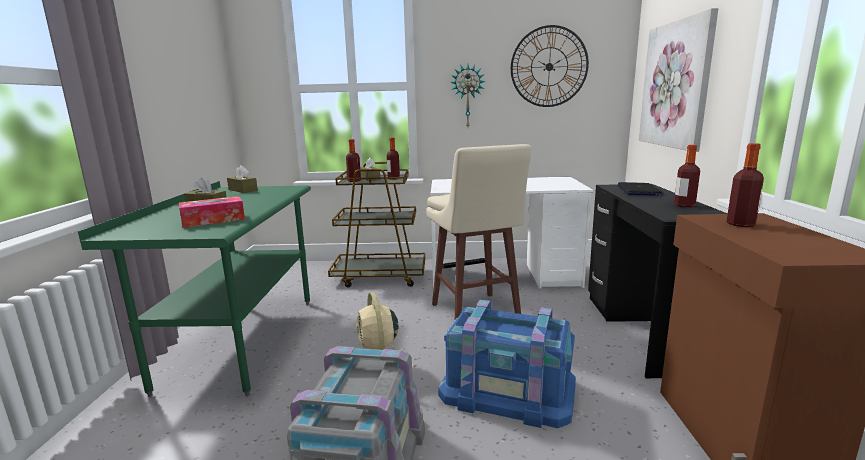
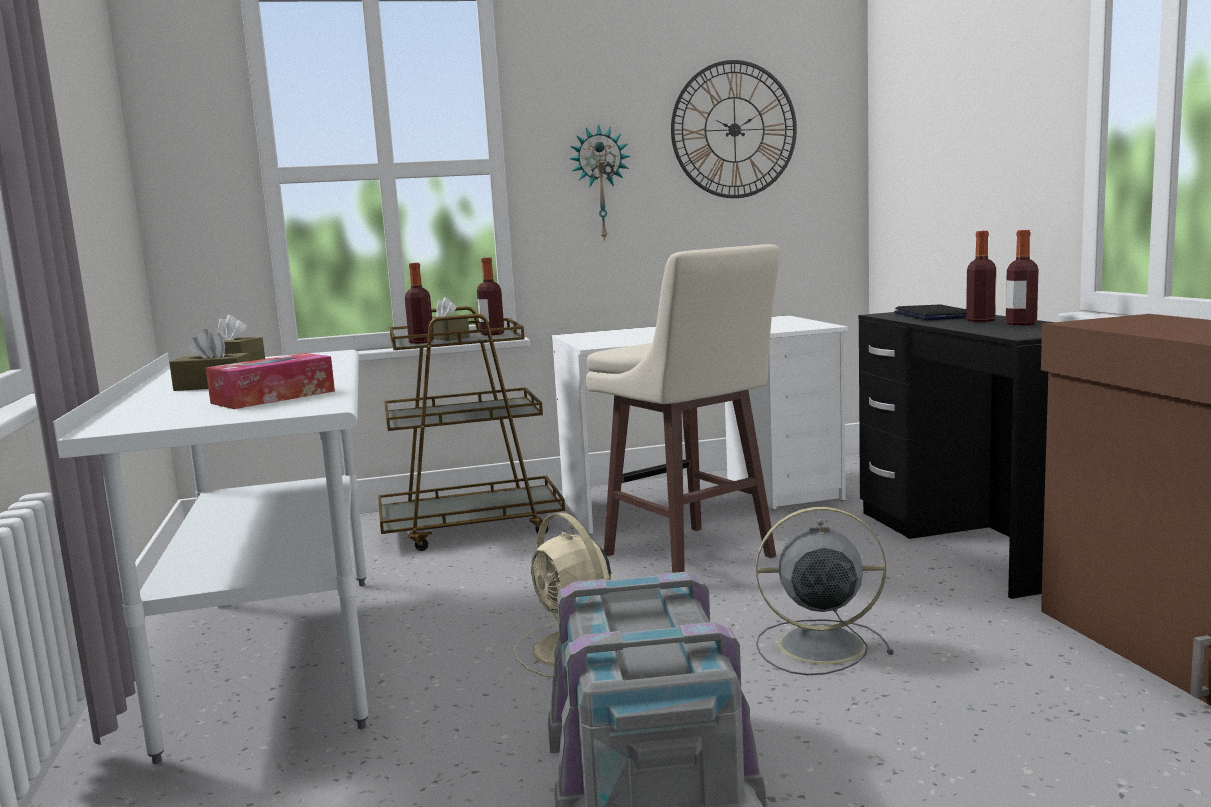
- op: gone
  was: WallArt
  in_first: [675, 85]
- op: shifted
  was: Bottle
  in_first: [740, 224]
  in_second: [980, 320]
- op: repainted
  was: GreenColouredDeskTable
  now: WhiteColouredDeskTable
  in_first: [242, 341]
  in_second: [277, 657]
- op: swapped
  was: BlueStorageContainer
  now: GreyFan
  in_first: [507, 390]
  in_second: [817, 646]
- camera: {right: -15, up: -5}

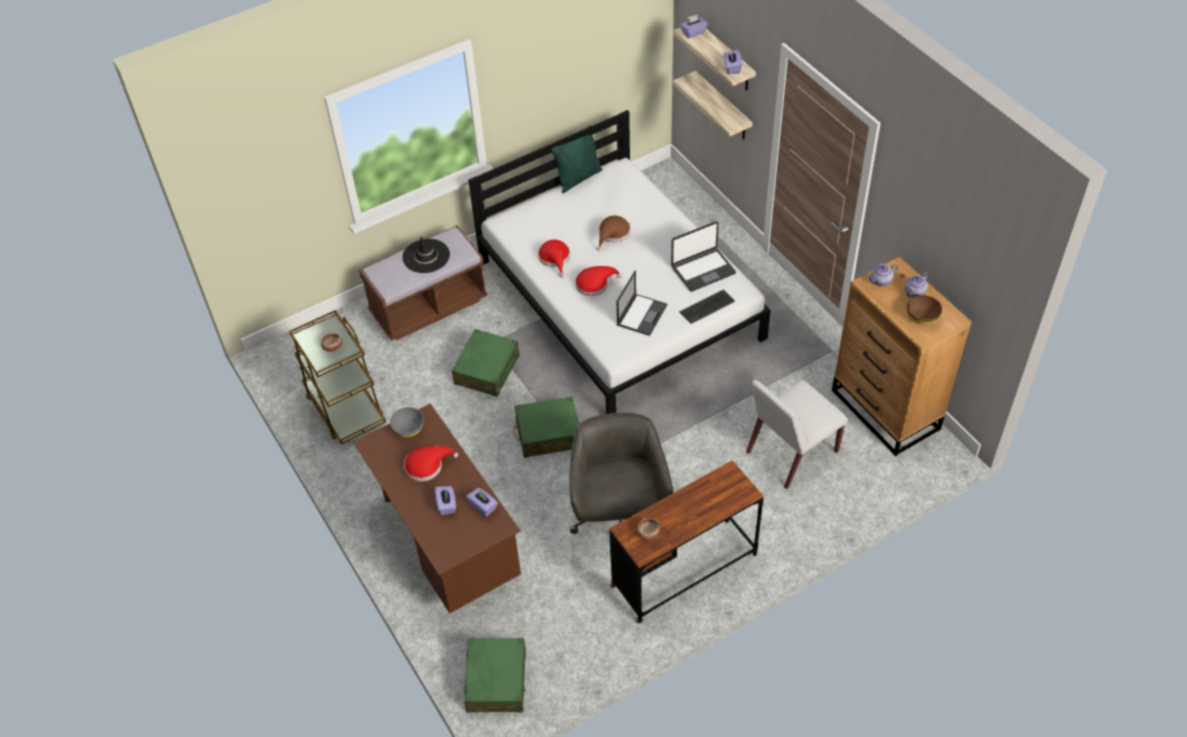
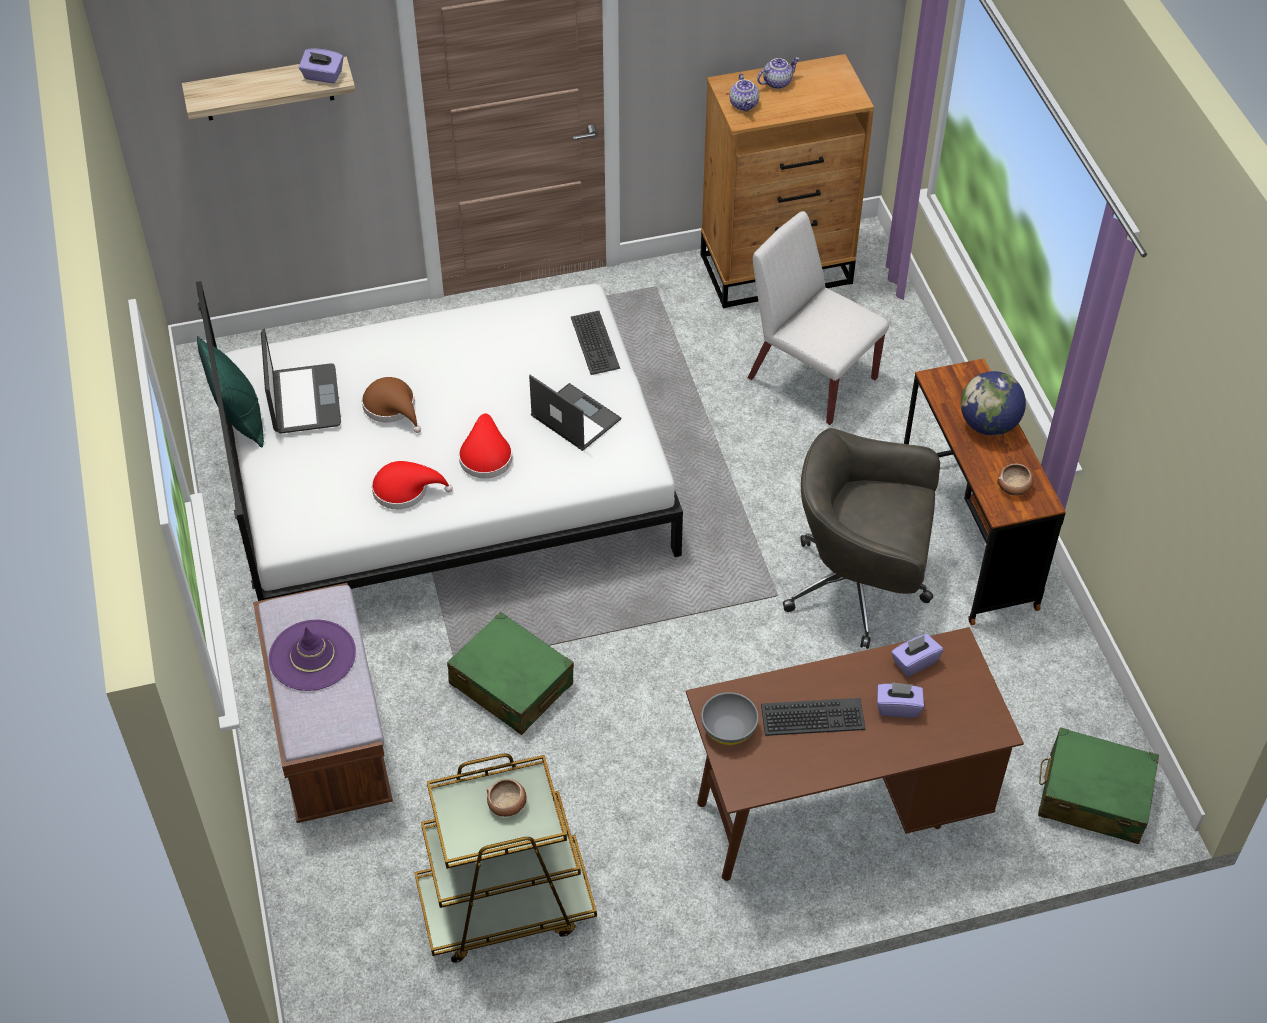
- op: gone
  was: PurpleColouredTissueBox
  in_first: [693, 32]
- op: gone
  was: WallShelf
  in_first: [722, 107]
- op: shifted
  was: PortableComputer
  in_first: [702, 270]
  in_second: [303, 400]
- op: repainted
  was: BlackClothingHat
  now: PurpleColouredClothingHat
  in_first: [426, 256]
  in_second: [312, 655]
- op: rotated
  was: TeaPot
  in_first: [915, 292]
  in_second: [777, 82]
  clockwise: -90
- op: gone
  was: BrownColouredServingBowl
  in_first: [922, 317]
- op: rotated
  was: WhiteColouredPlainChair
  in_first: [791, 452]
  in_second: [810, 377]
  clockwise: 150
- op: gone
  was: GreenColouredTravelCase
  in_first: [548, 434]
- op: swapped
  was: ReddishClothingHat
  now: PcKeyboard
  in_first: [427, 465]
  in_second: [812, 718]
- op: new
  now: Globe
  in_second: [988, 425]
- camera: {right: -75, up: 0}

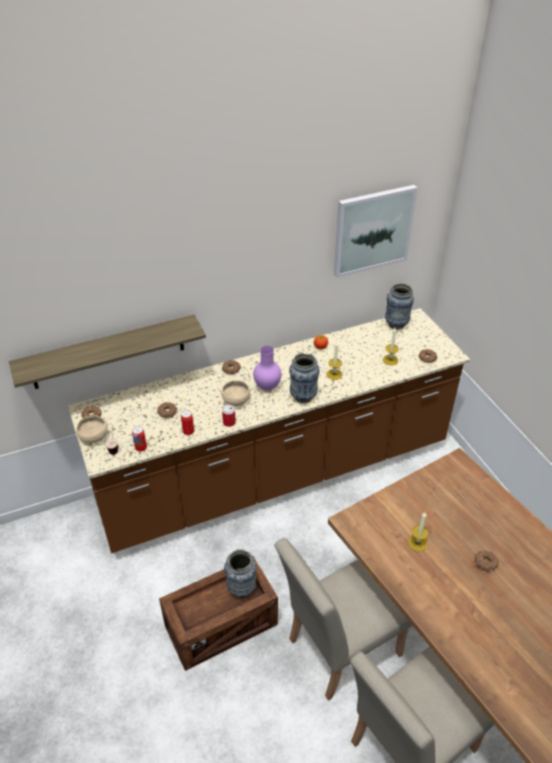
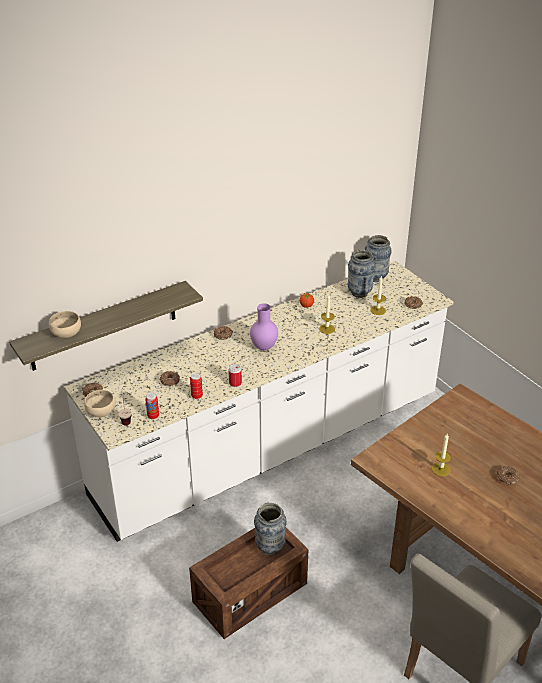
- op: gone
  was: WallArt
  in_first: [372, 230]
- op: repainted
  was: BrownColouredKitchenBaseUnit
  now: WhiteColouredKitchenBaseUnit
  in_first: [276, 475]
  in_second: [271, 447]
- op: shifted
  was: DecorativeVase
  in_first: [303, 397]
  in_second: [359, 293]
- op: shifted
  was: BeigeColouredServingBowl
  in_first: [235, 400]
  in_second: [66, 333]
- op: gone
  was: BeigeColouredPlainChair
  in_first: [337, 650]
- camera: {right: -10, up: -5}

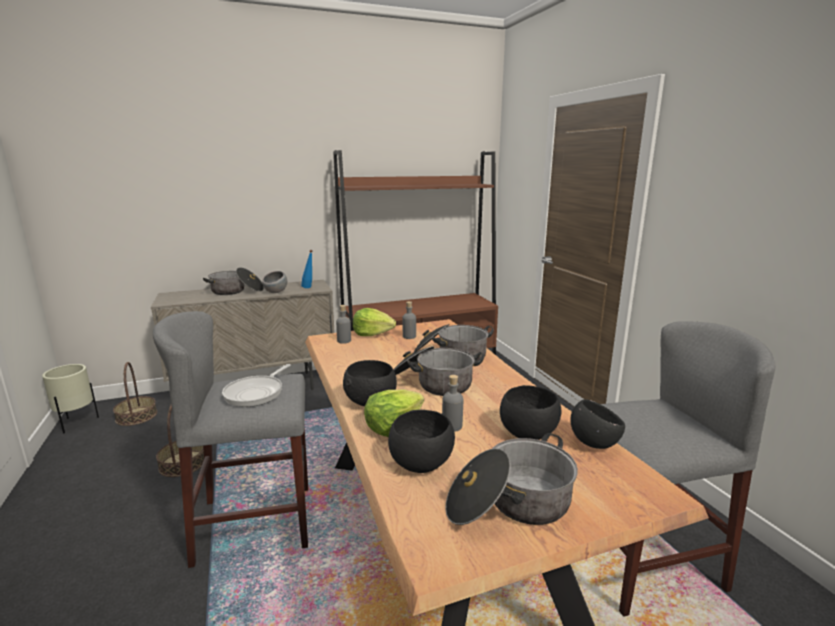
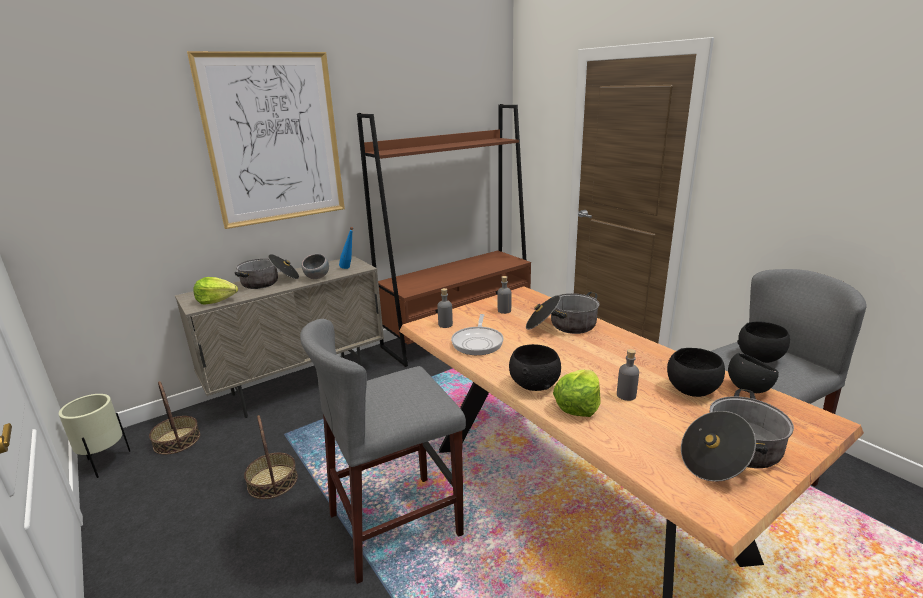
- op: shifted
  was: HeadOfLettuce
  in_first: [372, 333]
  in_second: [216, 300]
- op: gone
  was: Saucepot
  in_first: [433, 383]
- op: shifted
  was: Skillet
  in_first: [256, 393]
  in_second: [478, 342]
- op: shifted
  was: BlackServingBowl
  in_first: [420, 464]
  in_second: [759, 358]
- op: new
  now: WallArt
  in_second: [274, 139]
- camera: {right: -15, up: 5}

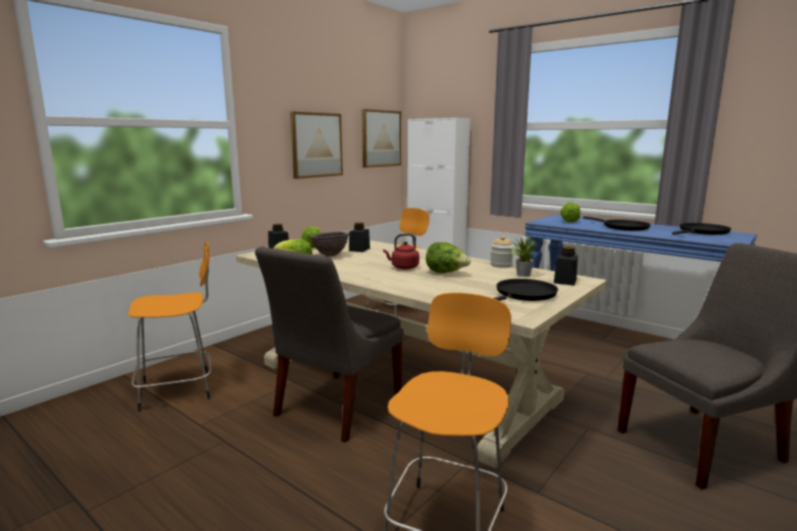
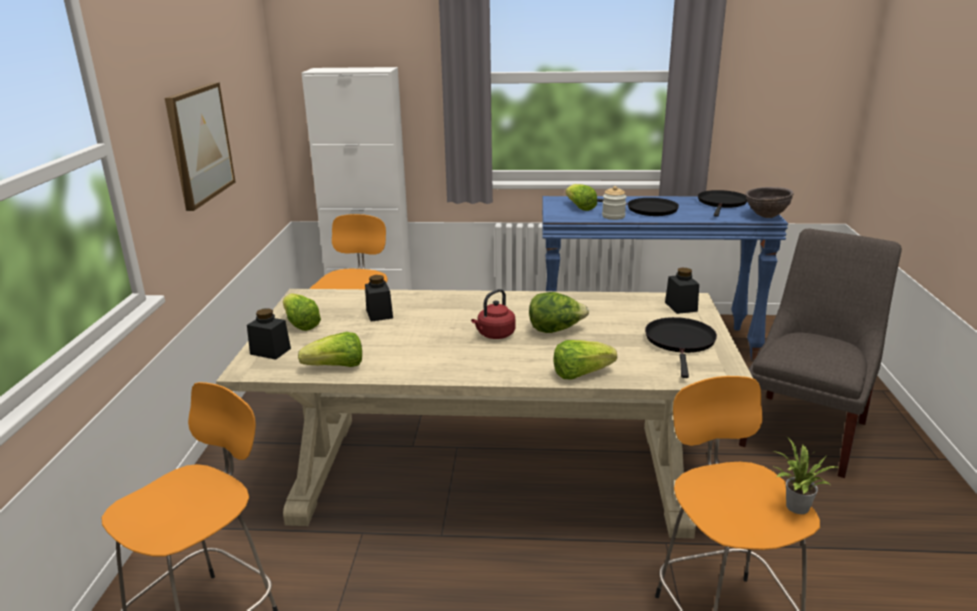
- op: gone
  was: WallArt
  in_first: [380, 138]
- op: shifted
  was: BrownColouredServingBowl
  in_first: [330, 255]
  in_second: [766, 217]
- op: shifted
  was: StorageJar
  in_first: [501, 265]
  in_second: [613, 216]
- op: shifted
  was: Houseplant
  in_first: [521, 274]
  in_second: [795, 507]
- op: gone
  was: GreyPlainChair
  in_first: [335, 407]
- op: new
  now: HeadOfLettuce
  in_second: [580, 374]
- camera: {right: -35, up: 10}

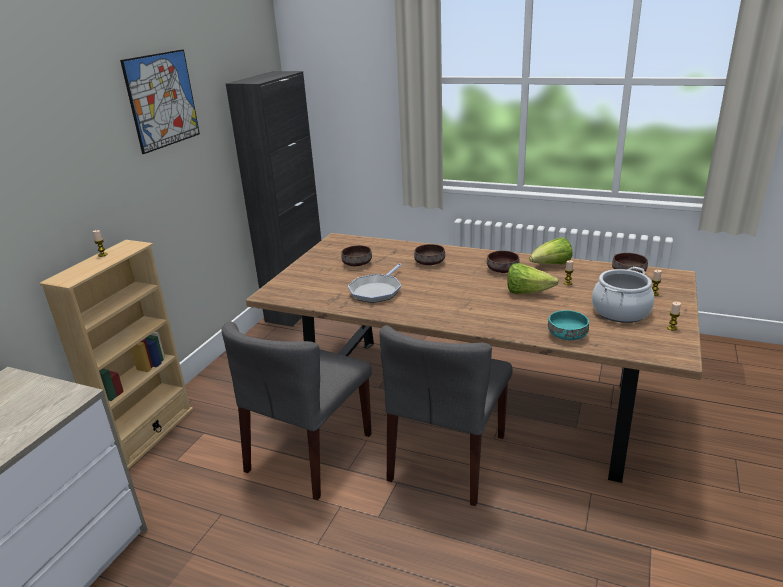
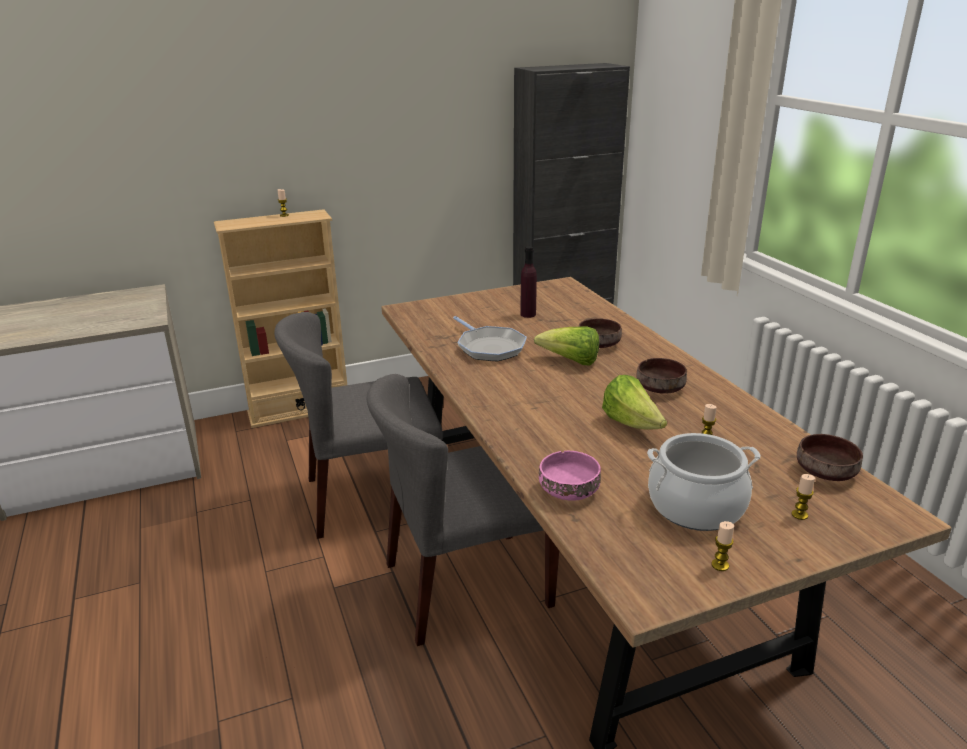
- op: gone
  was: WallArt
  in_first: [162, 100]
- op: shifted
  was: HeadOfLettuce
  in_first: [551, 265]
  in_second: [571, 361]
- op: swapped
  was: BrownColouredServingBowl
  now: PurpleColouredBottle
  in_first: [356, 263]
  in_second: [528, 314]
- op: rotated
  was: Skillet
  in_first: [376, 291]
  in_second: [489, 347]
  clockwise: -105
- op: repainted
  was: TurquoiseServingBowl
  now: PinkishServingBowl
  in_first: [568, 335]
  in_second: [568, 491]
- camera: {right: 45, up: 0}

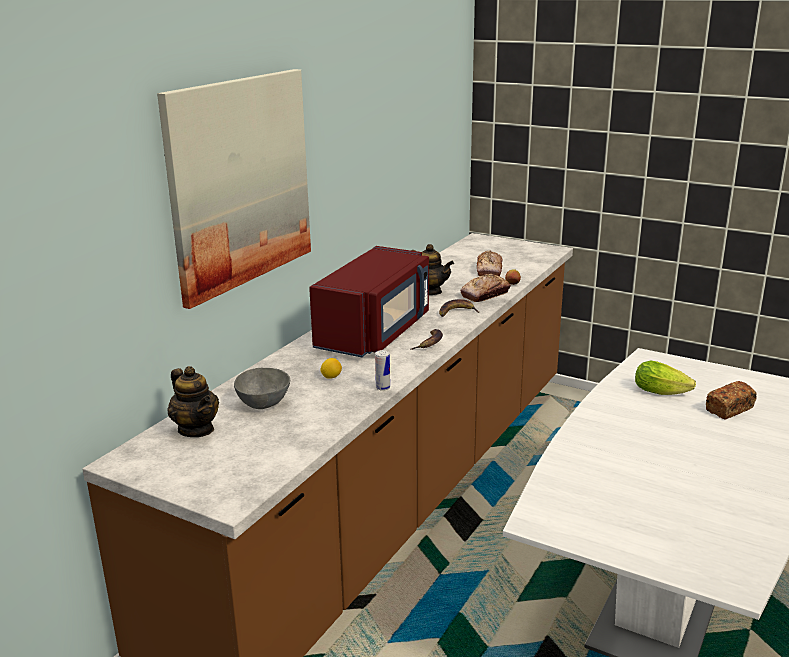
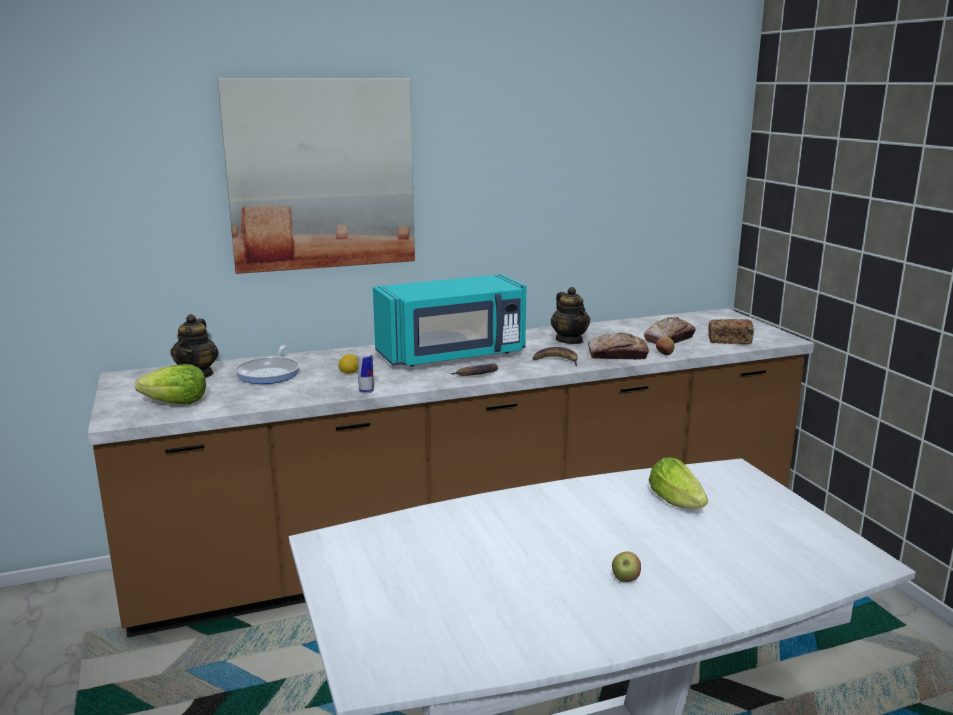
- op: repainted
  was: ReddishMicrowave
  now: TurquoiseMicrowave
  in_first: [375, 332]
  in_second: [453, 355]
- op: swapped
  was: GreyServingBowl
  now: Skillet
  in_first: [264, 403]
  in_second: [270, 373]
- op: shifted
  was: Bread
  in_first: [729, 409]
  in_second: [729, 341]
- op: new
  now: HeadOfLettuce
  in_second: [176, 403]
- op: new
  now: AppleFruit
  in_second: [625, 579]
- camera: {right: 40, up: -5}

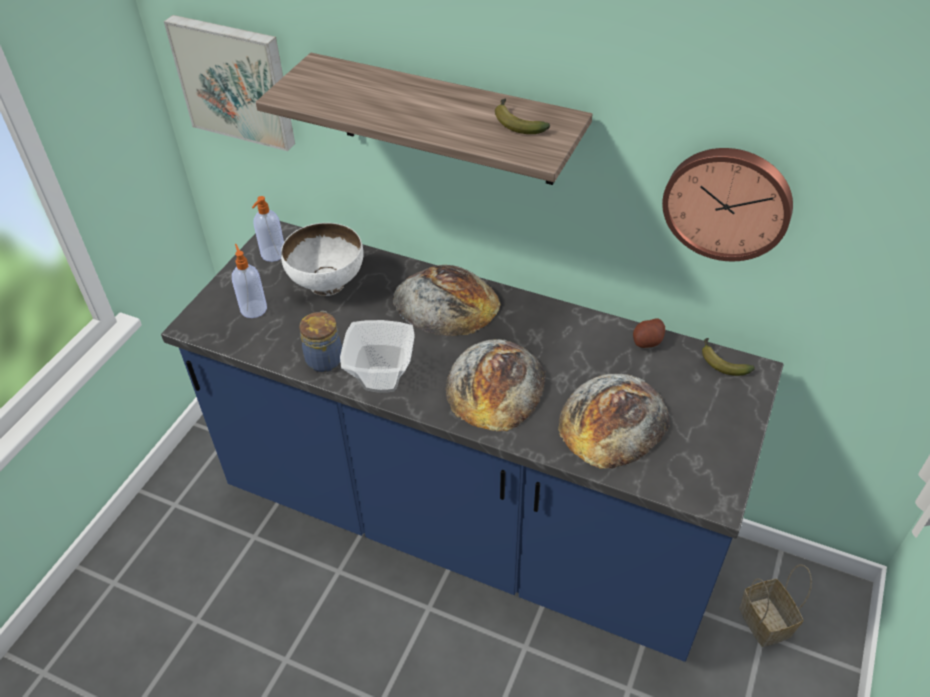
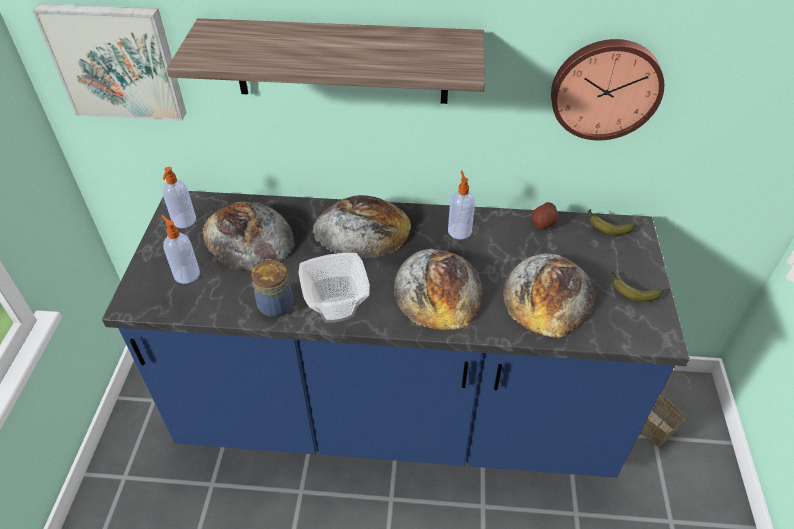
- op: shifted
  was: Banana
  in_first: [516, 123]
  in_second: [631, 291]
- op: swapped
  was: WhiteColouredServingBowl
  now: Bread
  in_first: [327, 285]
  in_second: [248, 237]
- op: new
  now: SoapBottle
  in_second: [459, 230]
- camera: {right: -20, up: 0}

